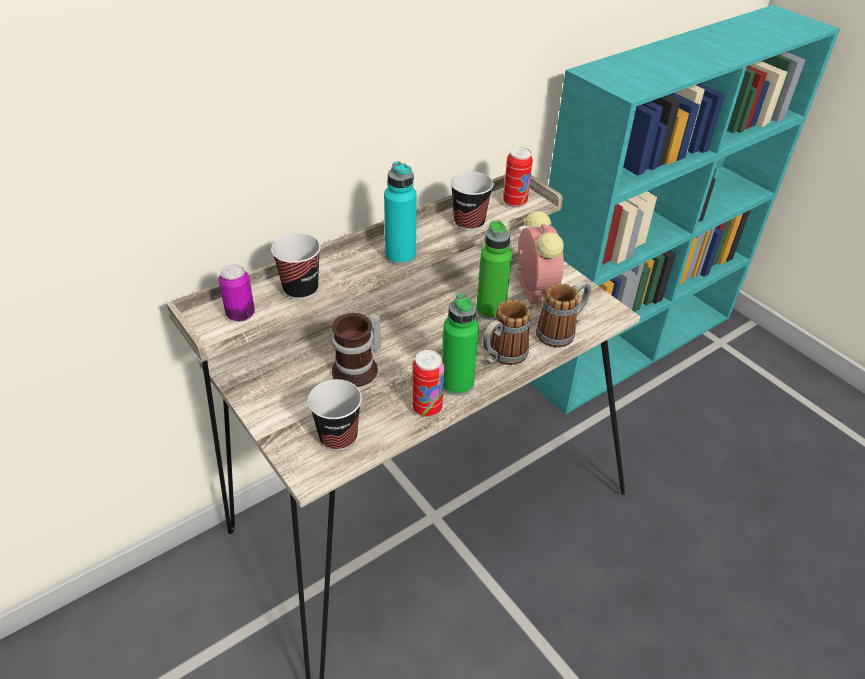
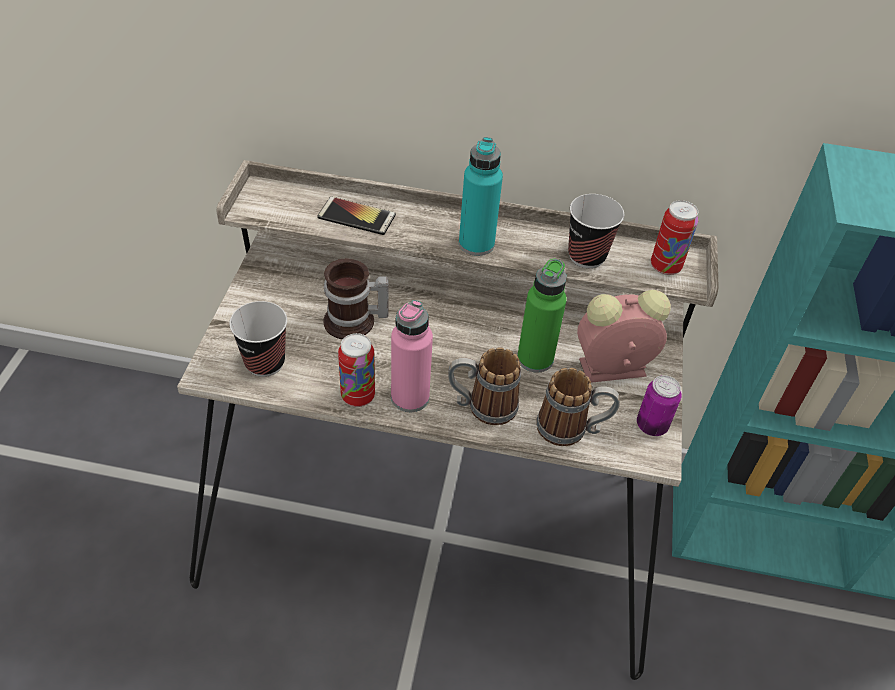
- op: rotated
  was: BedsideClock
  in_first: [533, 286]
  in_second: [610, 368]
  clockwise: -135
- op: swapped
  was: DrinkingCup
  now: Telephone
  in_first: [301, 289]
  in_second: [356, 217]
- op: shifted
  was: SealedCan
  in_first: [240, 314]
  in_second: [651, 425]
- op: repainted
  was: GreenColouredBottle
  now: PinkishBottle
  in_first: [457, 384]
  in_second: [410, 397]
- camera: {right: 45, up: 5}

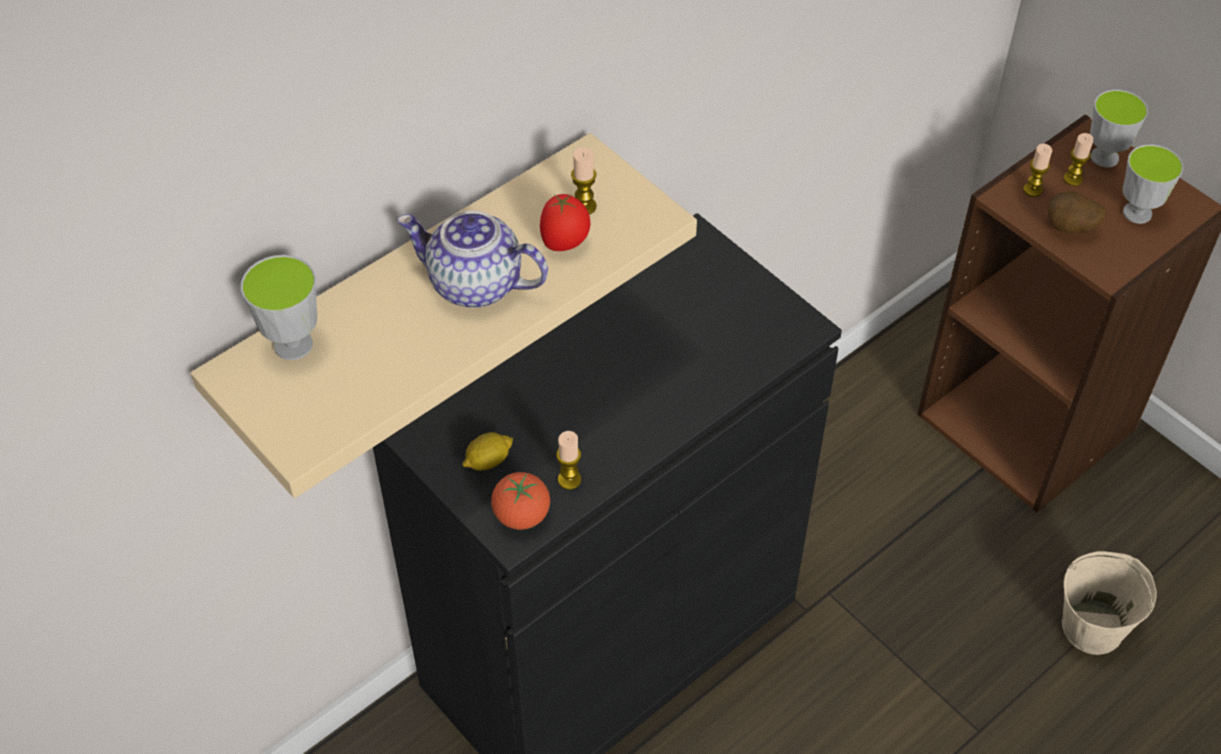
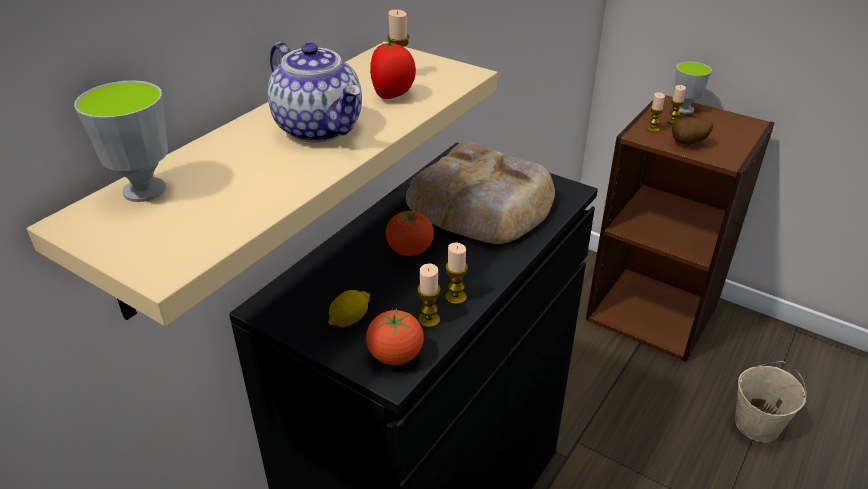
- op: gone
  was: DrinkingCup
  in_first: [1137, 213]
- op: rotated
  was: TeaPot
  in_first: [474, 284]
  in_second: [320, 128]
  clockwise: -135
- op: new
  now: Bread
  in_second: [482, 204]
- op: new
  now: WholeTomato
  in_second: [410, 250]
- op: new
  now: WaxLight
  in_second: [455, 297]
- camera: {right: -15, up: -15}

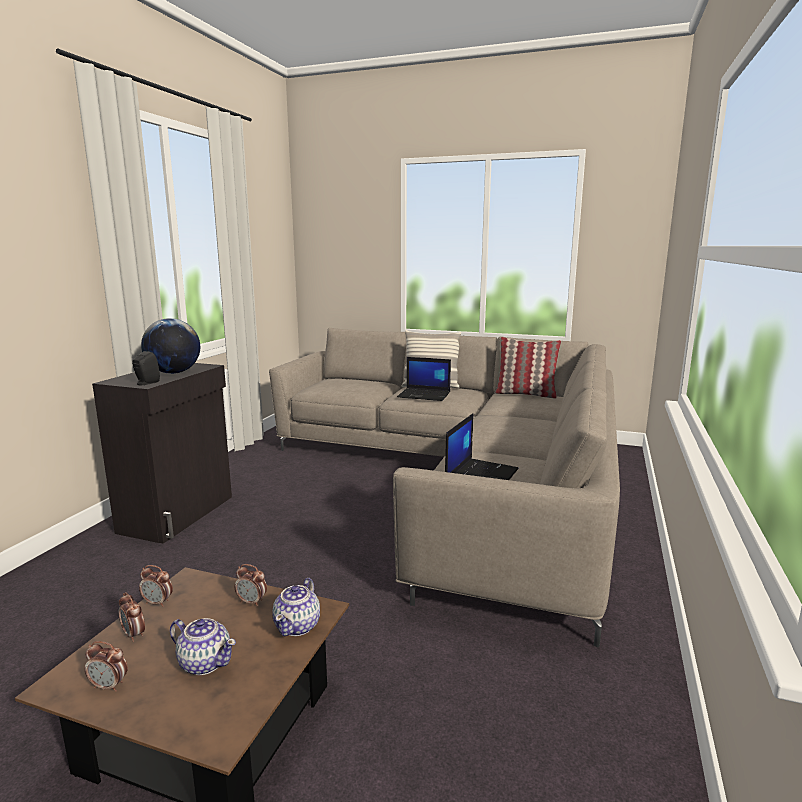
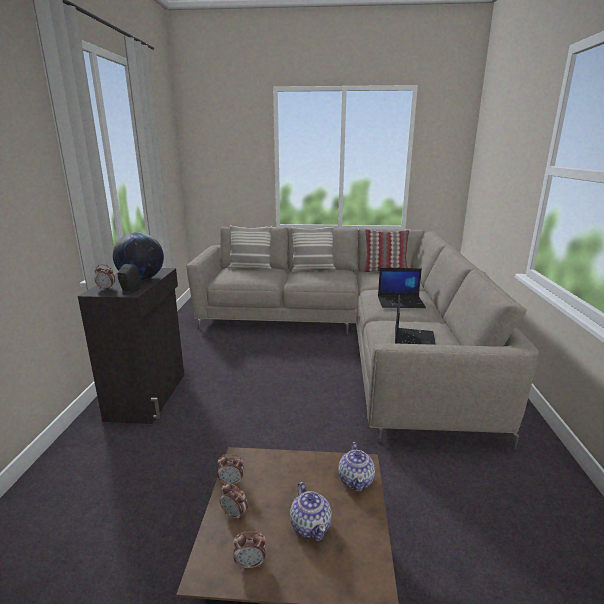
- op: shifted
  was: PortableComputer
  in_first: [425, 395]
  in_second: [401, 302]
- op: shifted
  was: BedsideClock
  in_first: [252, 602]
  in_second: [106, 288]
- op: rotated
  was: TeaPot
  in_first: [205, 662]
  in_second: [311, 525]
  clockwise: 60
- op: new
  now: Pillow
  in_second: [250, 268]
- camera: {right: -15, up: 5}

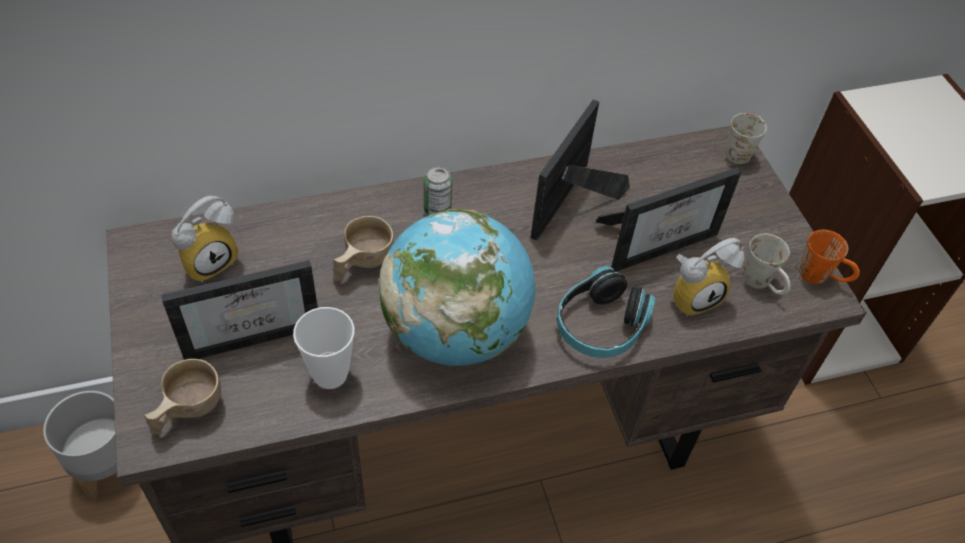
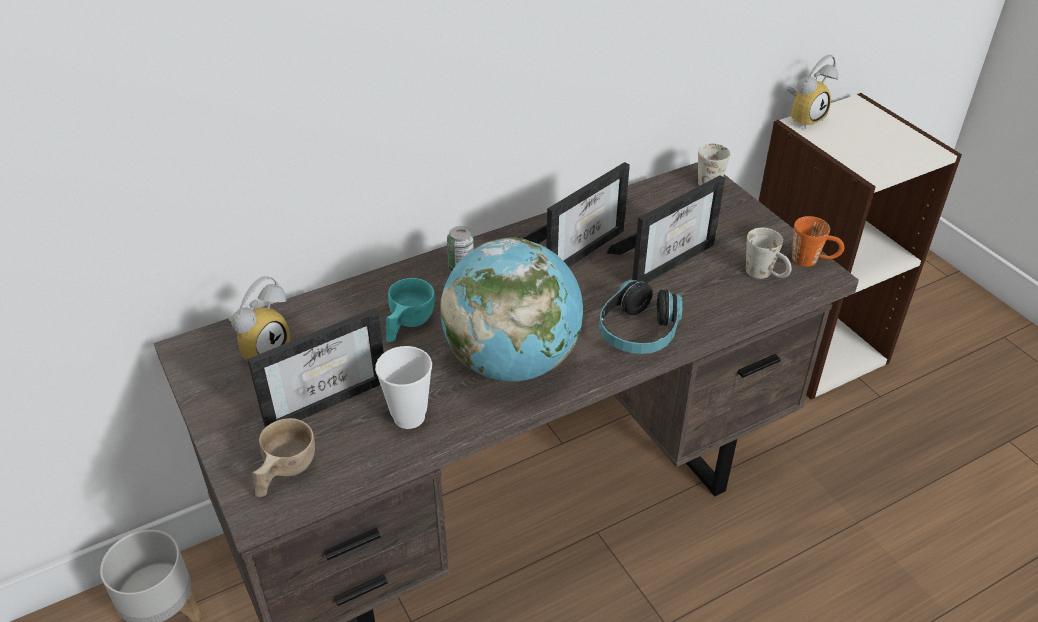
- op: rotated
  was: PhotoFrame
  in_first: [569, 207]
  in_second: [578, 247]
  clockwise: -150
- op: repainted
  was: BeigeColouredDrinkingCup
  now: TurquoiseDrinkingCup
  in_first: [361, 264]
  in_second: [407, 325]
- op: shifted
  was: BedsideClock
  in_first: [693, 295]
  in_second: [804, 118]
- camera: {right: -10, up: -10}

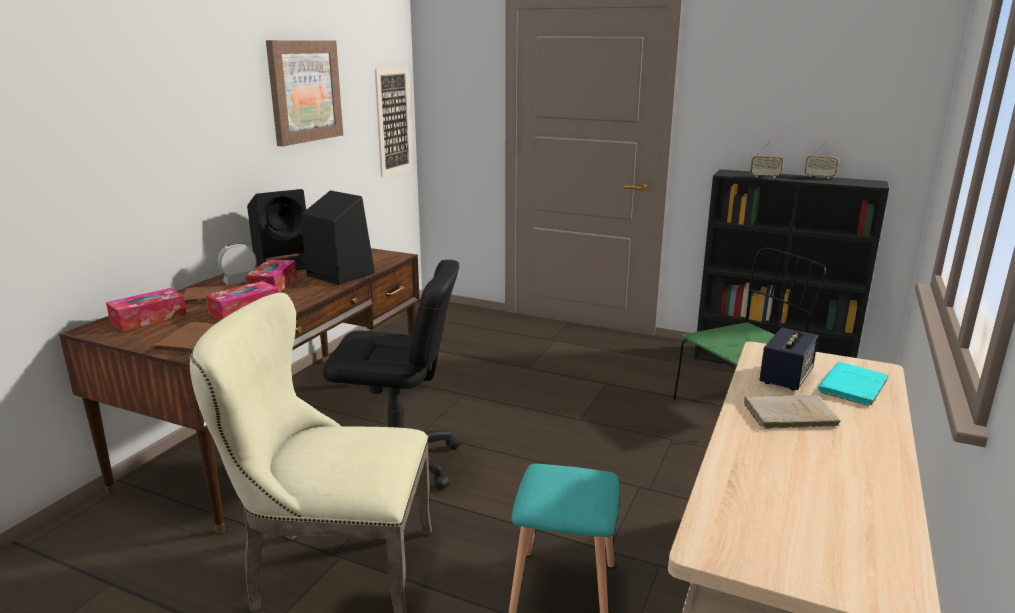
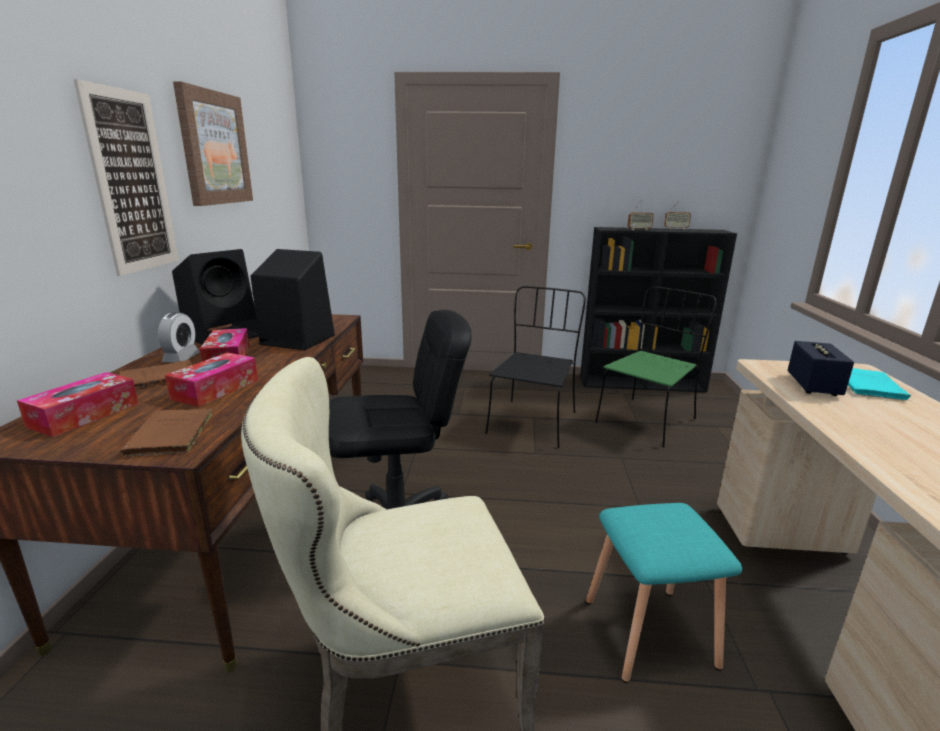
- op: shifted
  was: WallArt
  in_first: [393, 121]
  in_second: [131, 182]
- op: rotated
  was: BedsideClock
  in_first: [239, 281]
  in_second: [181, 358]
  clockwise: 150
- op: gone
  was: BeigeColouredVolume
  in_first: [787, 415]
- op: new
  now: BlackPlainChair
  in_second: [533, 422]
- camera: {right: -20, up: 0}

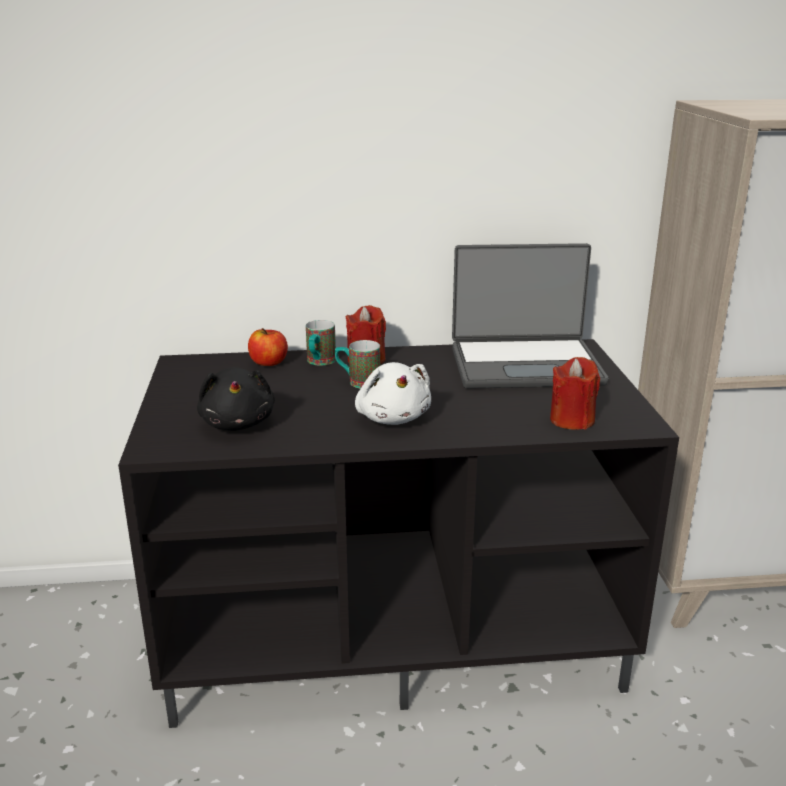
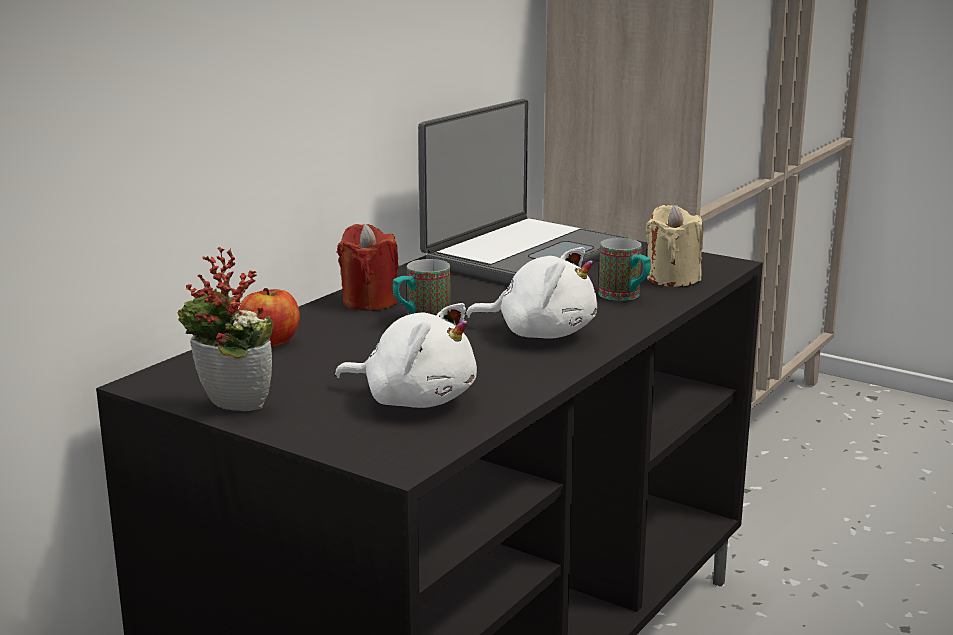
- op: shifted
  was: Mug
  in_first: [319, 362]
  in_second: [625, 297]
- op: repainted
  was: ReddishWaxLight
  now: BeigeColouredWaxLight
  in_first: [572, 420]
  in_second: [672, 279]
- op: repainted
  was: BlackCuddlyToy
  now: WhiteColouredCuddlyToy
  in_first: [238, 423]
  in_second: [415, 400]
- op: new
  now: Houseplant
  in_second: [229, 408]
- camera: {right: -50, up: -5}

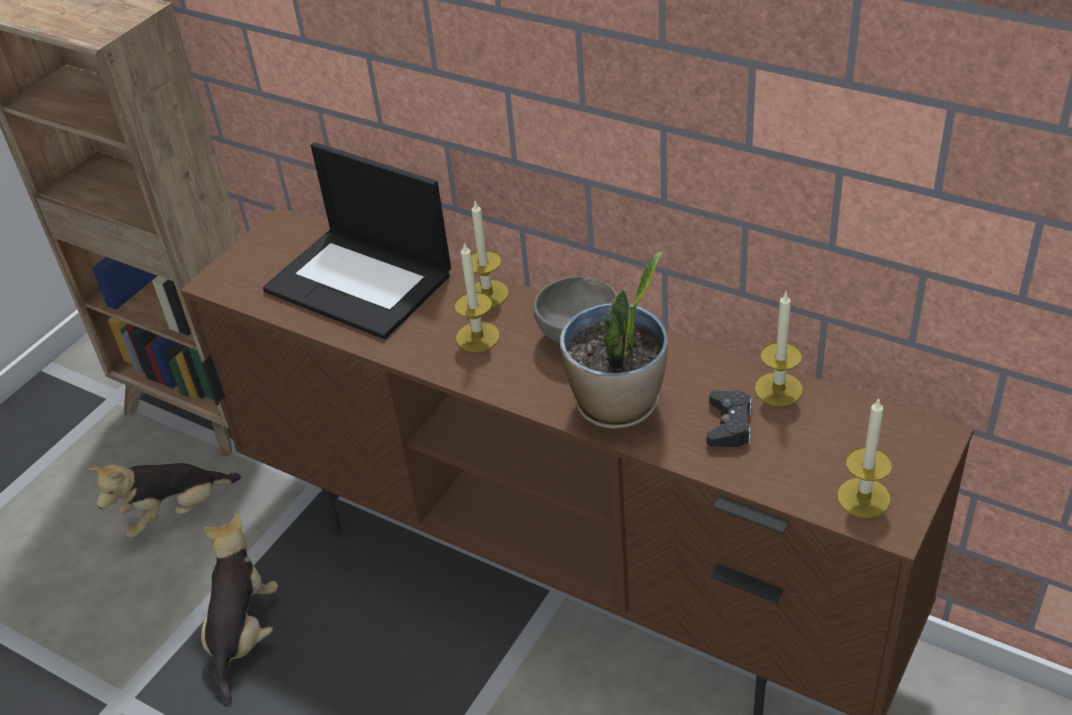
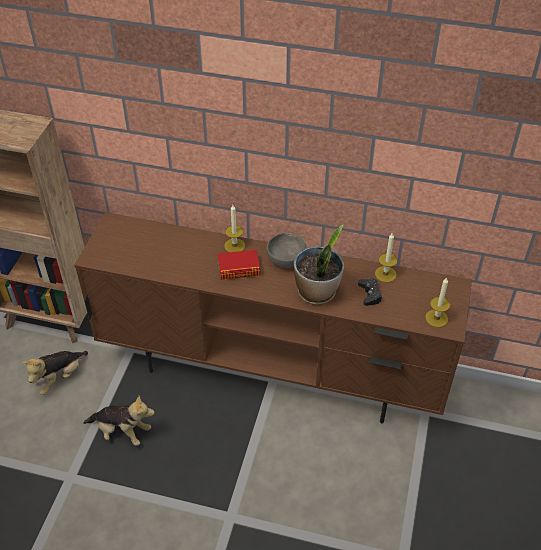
- op: gone
  was: PortableComputer
  in_first: [361, 282]
- op: swapped
  was: WaxLight
  now: Volume
  in_first: [477, 337]
  in_second: [239, 268]
- op: rotated
  was: CuddlyToy
  in_first: [244, 633]
  in_second: [122, 431]
  clockwise: 120
- camera: {right: -20, up: 5}

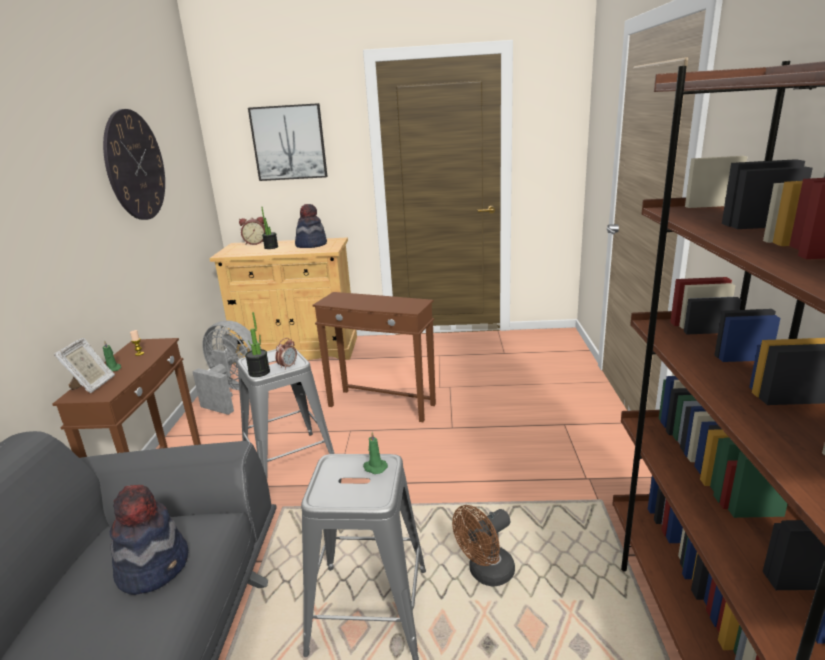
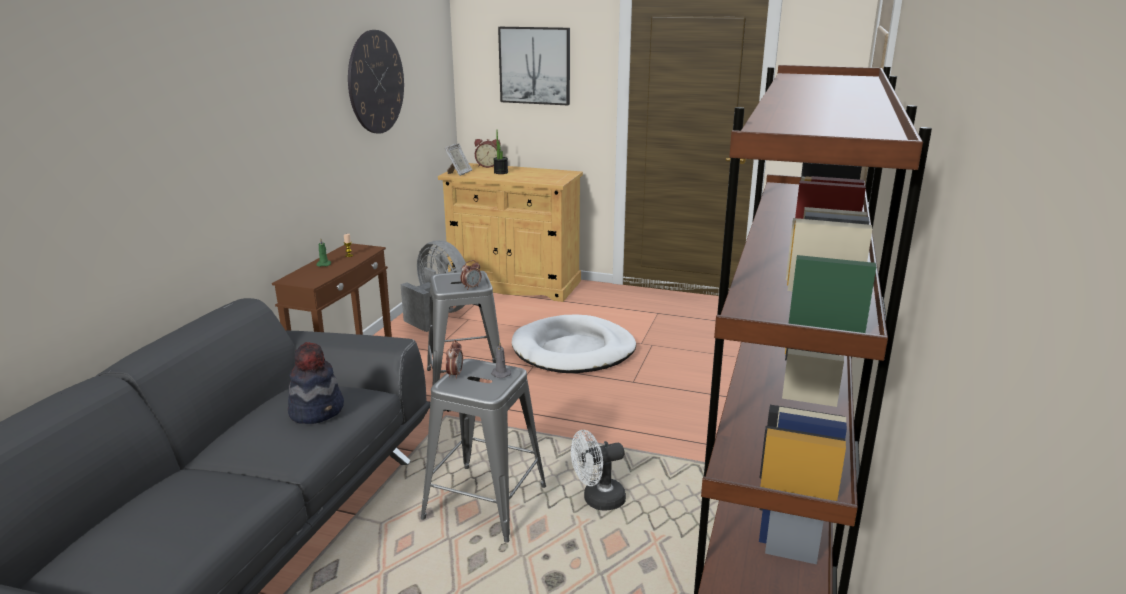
- op: gone
  was: ClothingHat
  in_first: [311, 245]
- op: swapped
  was: BrownColouredSideTable
  now: WhiteColouredDogCushion
  in_first: [381, 405]
  in_second: [573, 350]
- op: gone
  was: Houseplant
  in_first: [259, 372]
- op: shifted
  was: PhotoFrame
  in_first: [92, 385]
  in_second: [459, 173]
- op: repainted
  was: GreenColouredWaxLight
  now: GreyWaxLight
  in_first: [374, 467]
  in_second: [500, 374]
- op: repainted
  was: BrownColouredFan
  now: WhiteColouredFan
  in_first: [486, 574]
  in_second: [597, 500]
- op: new
  now: BedsideClock
  in_second: [455, 374]
- camera: {right: 15, up: 0}

